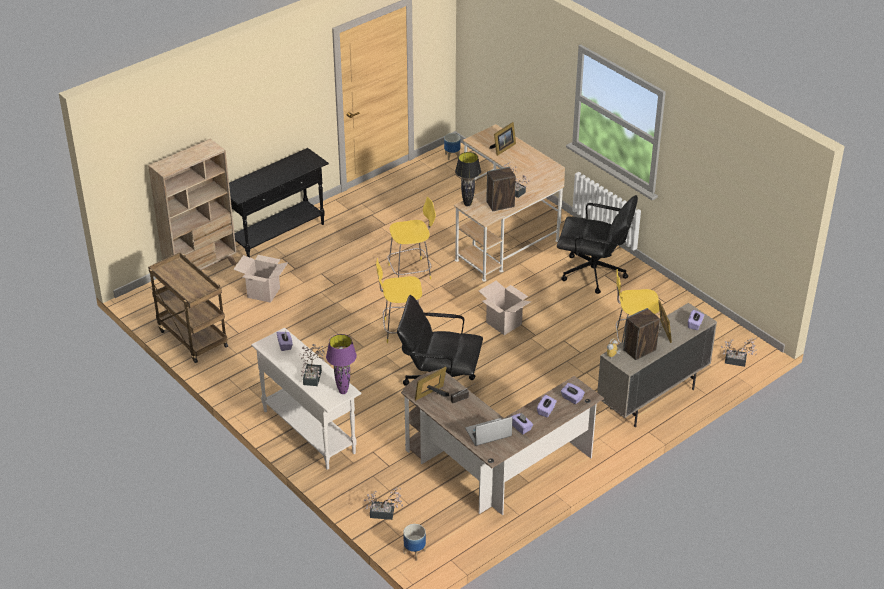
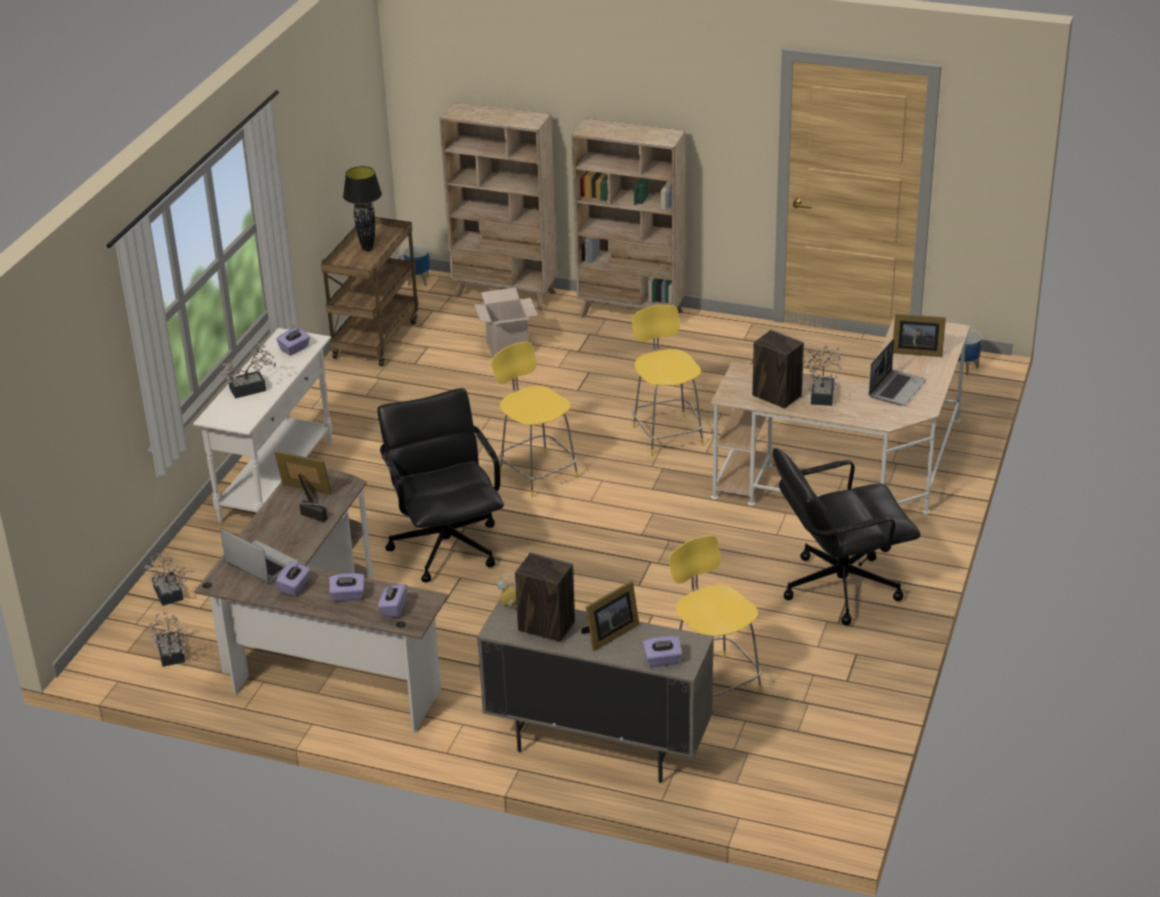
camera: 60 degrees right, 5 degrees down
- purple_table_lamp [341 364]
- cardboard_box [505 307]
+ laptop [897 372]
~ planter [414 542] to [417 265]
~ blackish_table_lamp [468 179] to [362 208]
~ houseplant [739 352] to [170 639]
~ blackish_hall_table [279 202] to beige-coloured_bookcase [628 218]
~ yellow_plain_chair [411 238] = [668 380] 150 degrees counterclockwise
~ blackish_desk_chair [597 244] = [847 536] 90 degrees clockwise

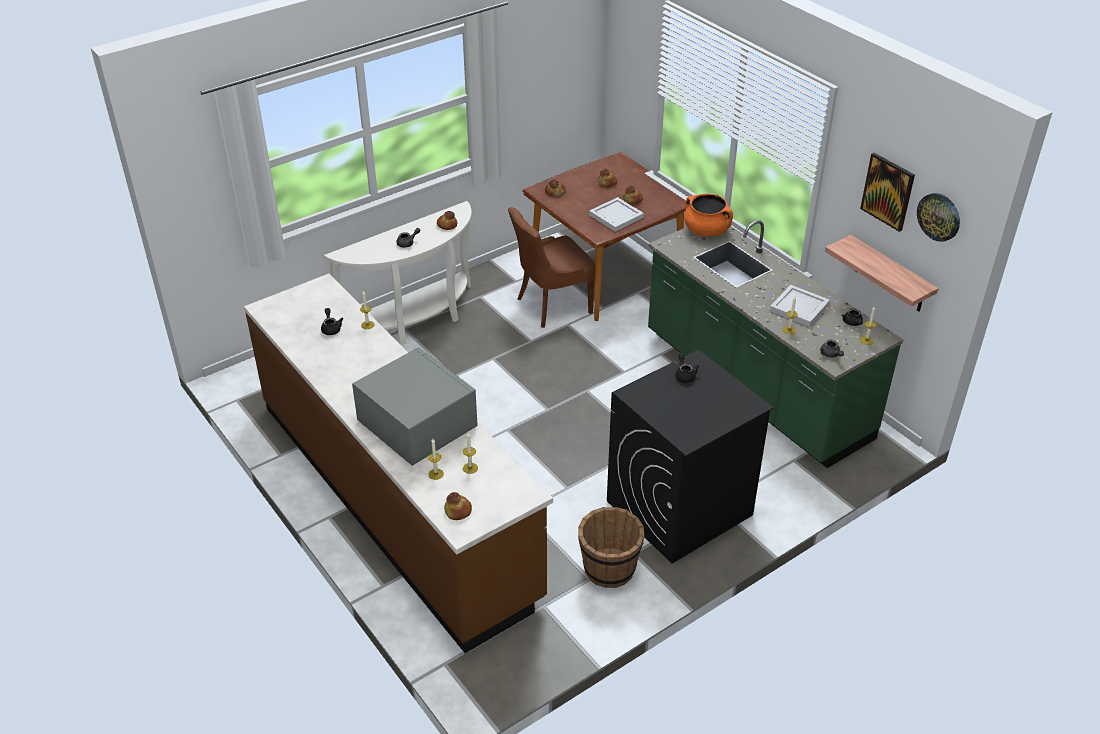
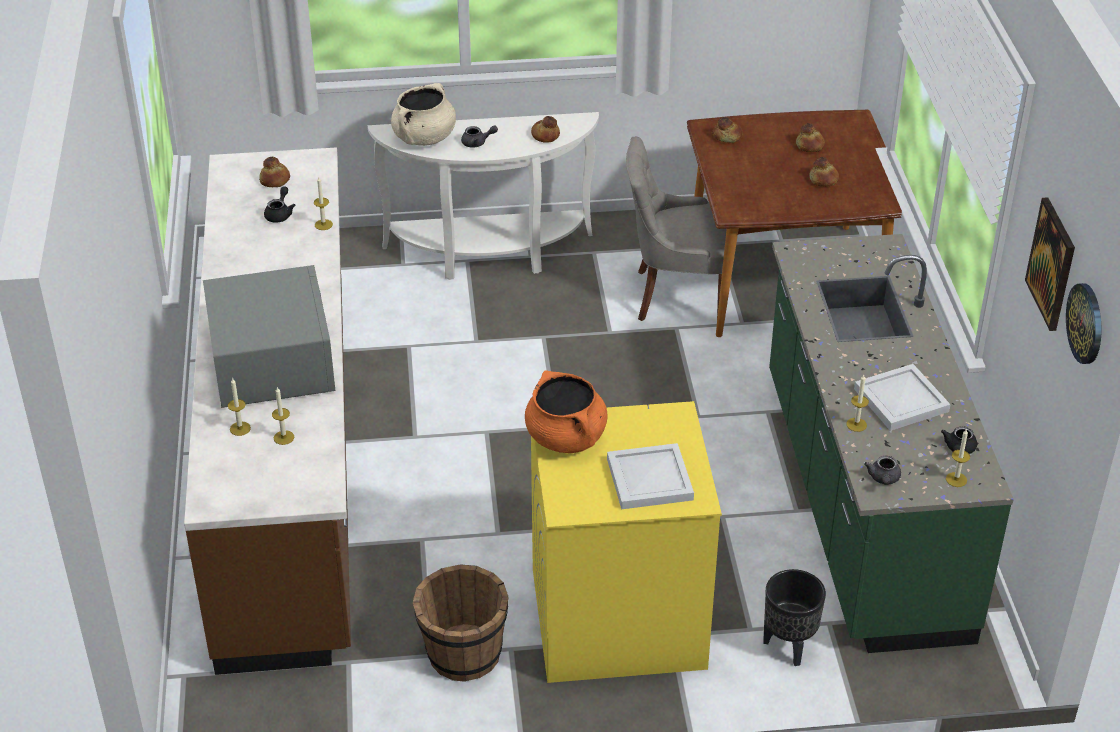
camera: 30 degrees right, 0 degrees up
- blackish_teapot [687 368]
- shelf [882 273]
+ beige-coloured_stockpot [423 114]
+ blackish_planter [794 617]
~ bakery_bread [458 506] to [274 172]
~ whitish_serving_tray [616 214] to [650 476]
~ orange_stockpot [708 215] to [566 411]
~ brown-coloured_plain_chair [551 267] to greyish_plain_chair [676 229]
~ blackish_laundry_appliance [690 456] to yellow_laundry_appliance [626 542]

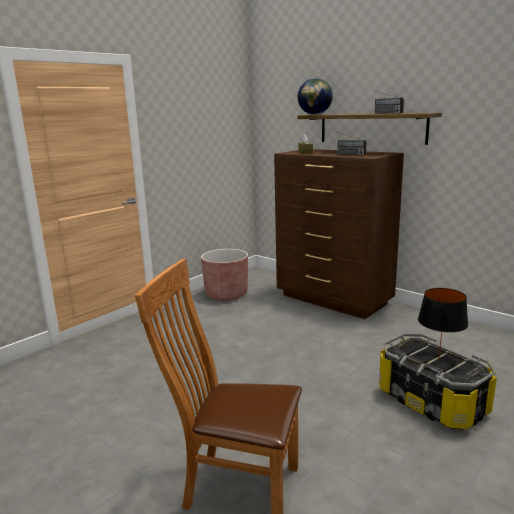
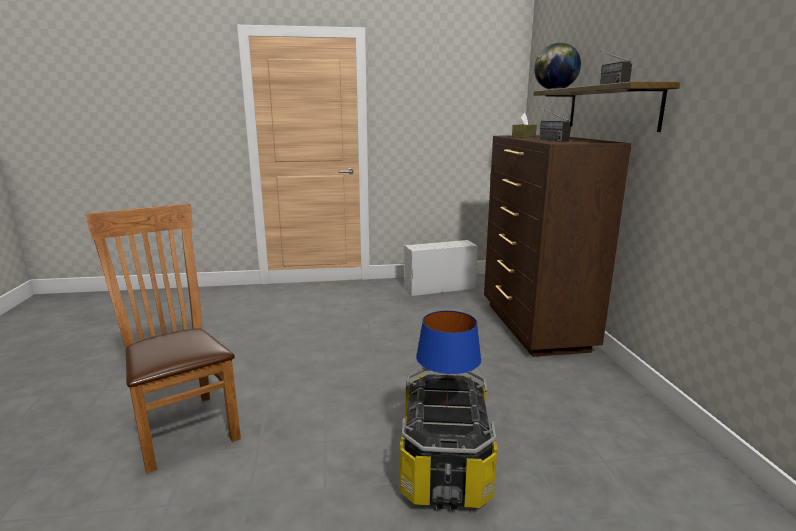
camera: 40 degrees right, 0 degrees up
~ brown-coloured_planter [224 275] to whitish_storage_box [441 268]
~ blackish_table_lamp [443 323] to blue-coloured_table_lamp [448 360]

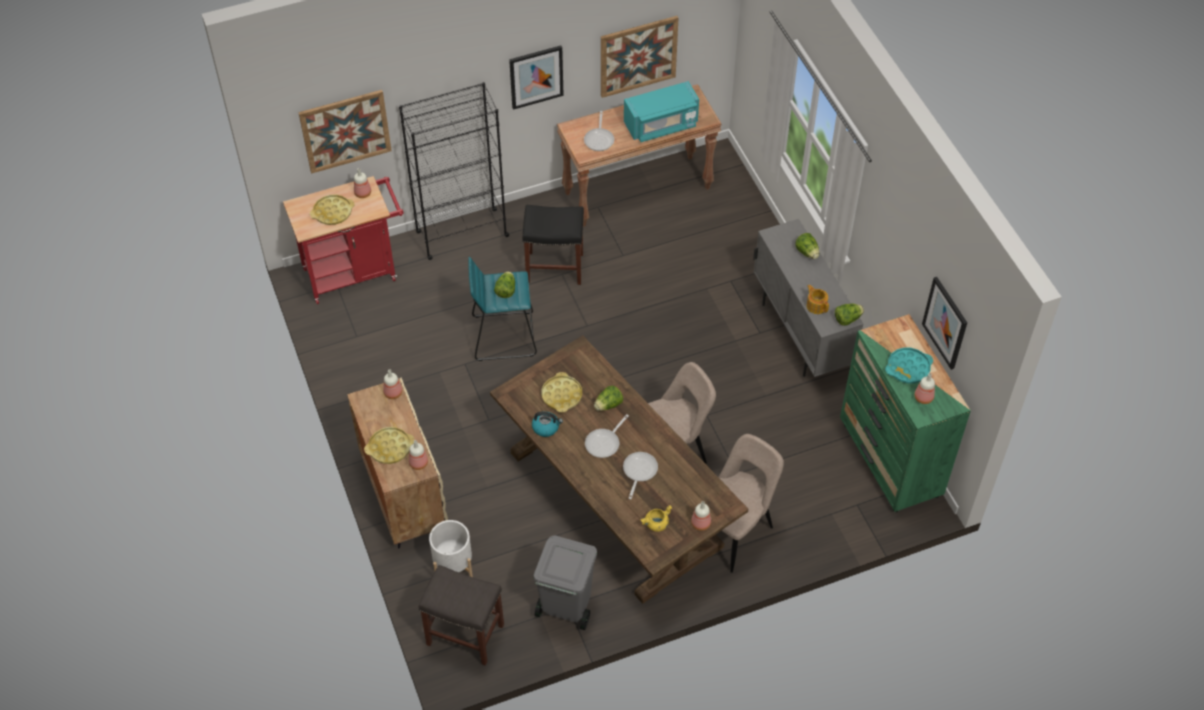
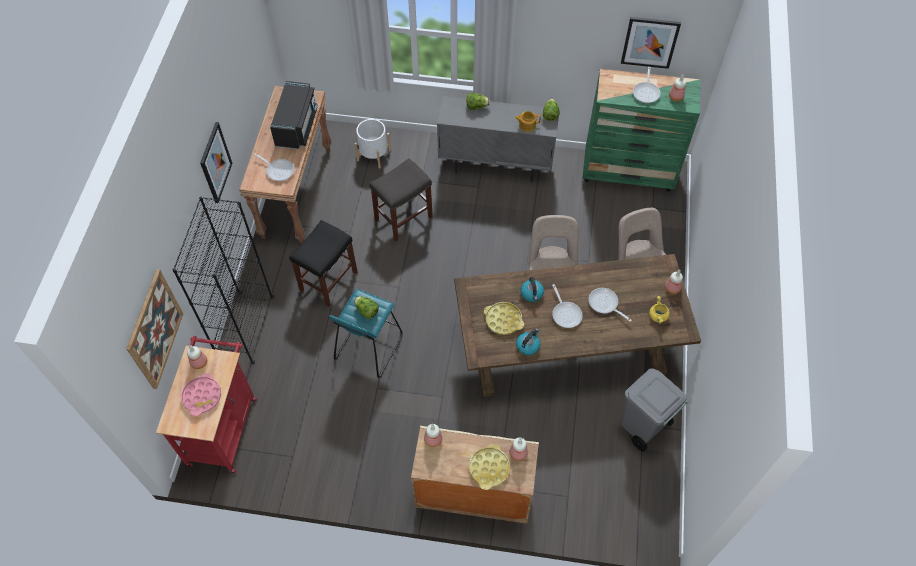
camera: 60 degrees left, 5 degrees up
- wall_picture [639 57]
~ greyish_stool [461 615] to [401 200]
~ whitish_planter [451 548] to [373 144]
~ lettuce_head [608 398] to water_kettle [532 289]
~ turquoise_serving_tray [909 365] to skillet [647 85]
~ yellow_serving_tray [332 209] to pink_serving_tray [201 394]
~ turquoise_kitchen_microwave [661 111] to blackish_kitchen_microwave [294 115]

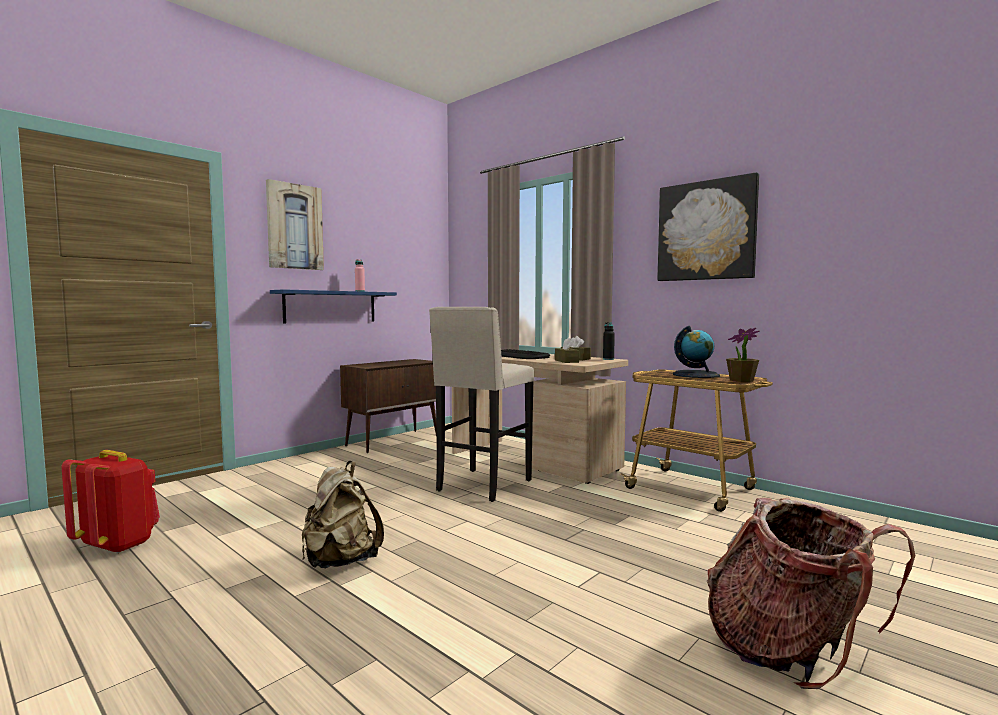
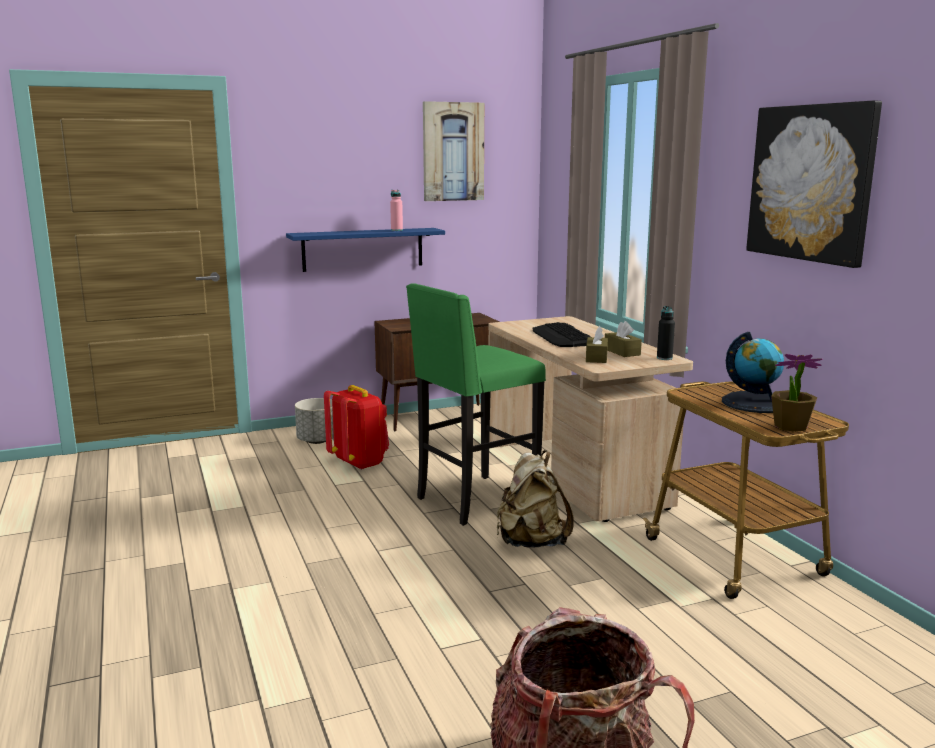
camera: 25 degrees right, 10 degrees up
+ greyish_planter [314 421]
~ red-coloured_backpack [111 502] to [356 427]
~ wall_picture [295 224] to [453 151]
~ beige-coloured_backpack [343 514] to [535 499]
~ beige-coloured_stool [481 404] to greenish_stool [476 404]

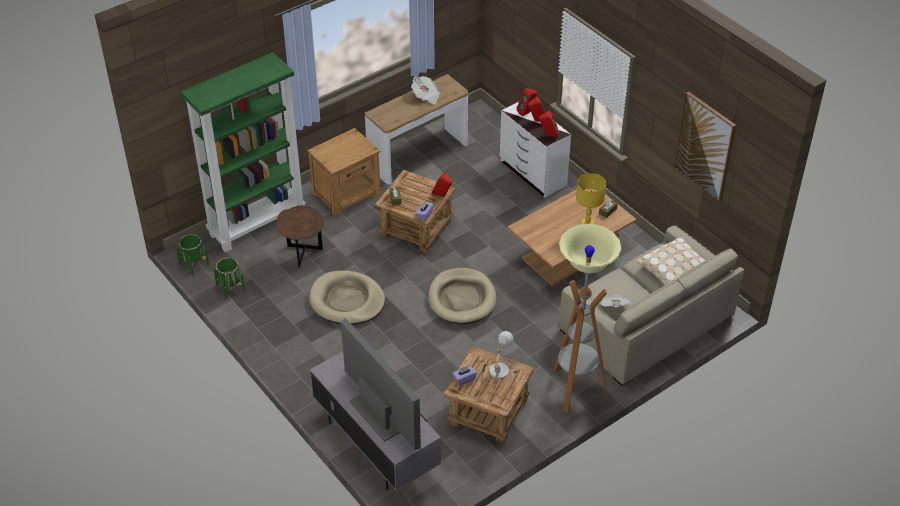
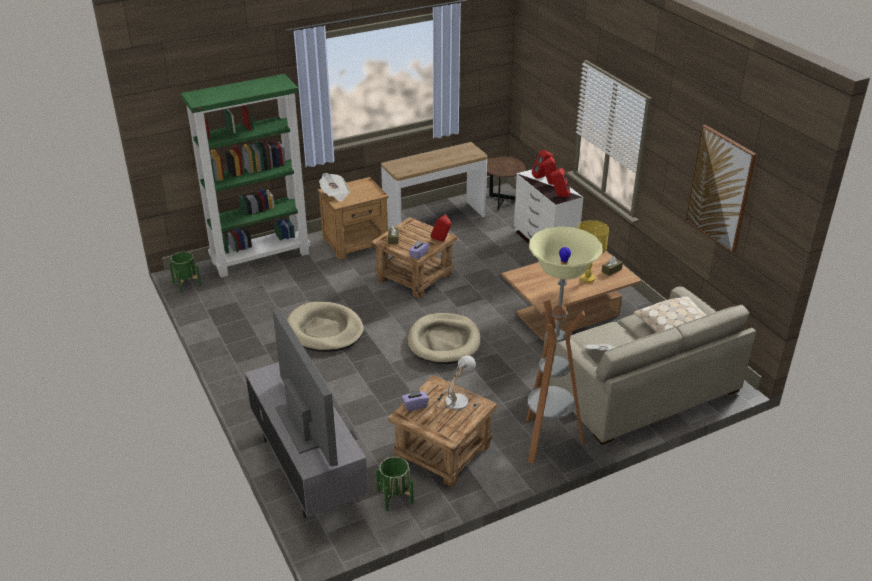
camera: 10 degrees right, 10 degrees down
~ greenish_planter [229 278] to [394 484]
~ brown-coloured_accent_table [300 236] to [506 183]
~ daily_paper [426 90] to [335 187]

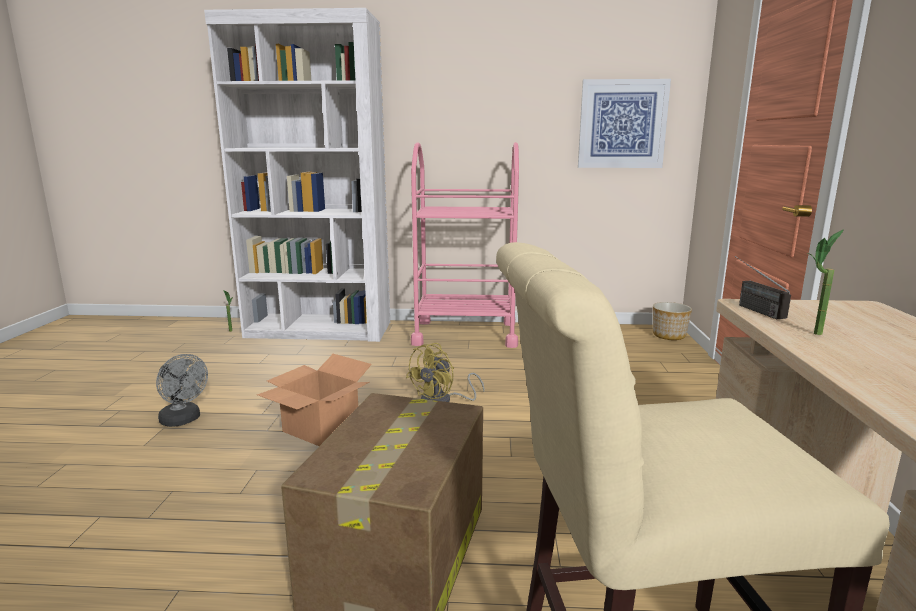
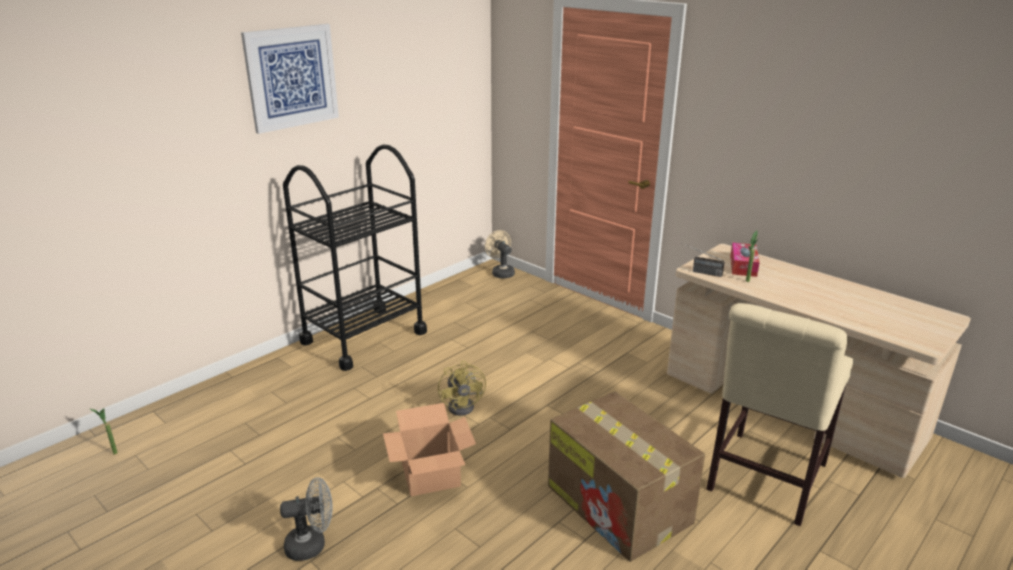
camera: 50 degrees left, 10 degrees up
- whitish_bookcase [297 175]
+ tissue_holder [745 260]
~ wall_picture [624 123] to [290 79]
~ planter [672 321] to beige-coloured_cooling_fan [500 254]
~ pink_cart [465 245] to blackish_cart [355 258]

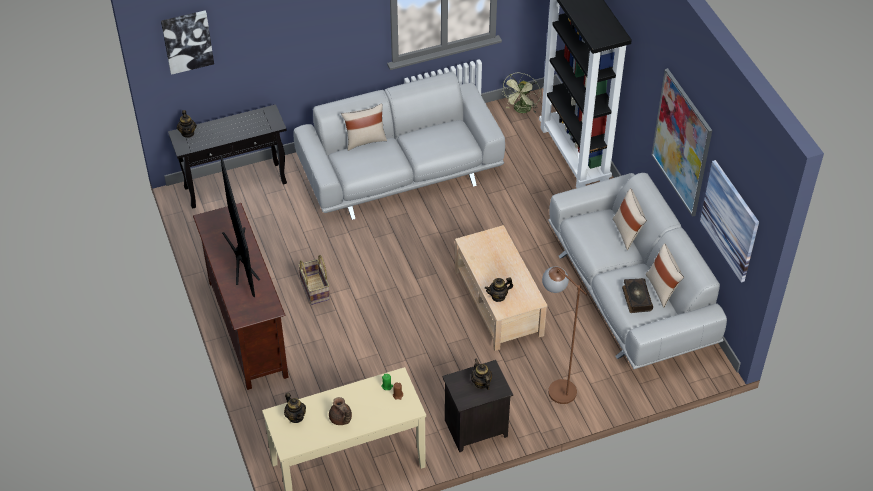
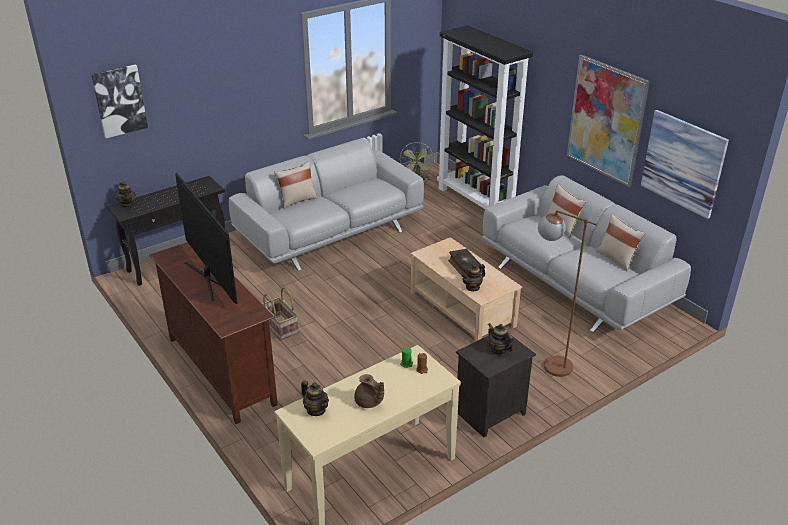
camera: 15 degrees left, 15 degrees down
~ book [637 295] to [465 262]

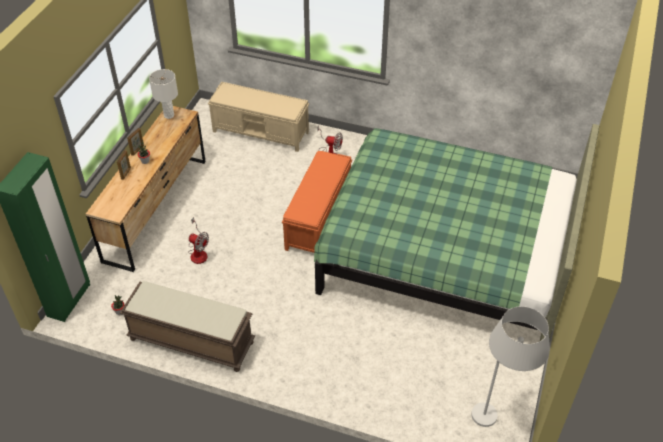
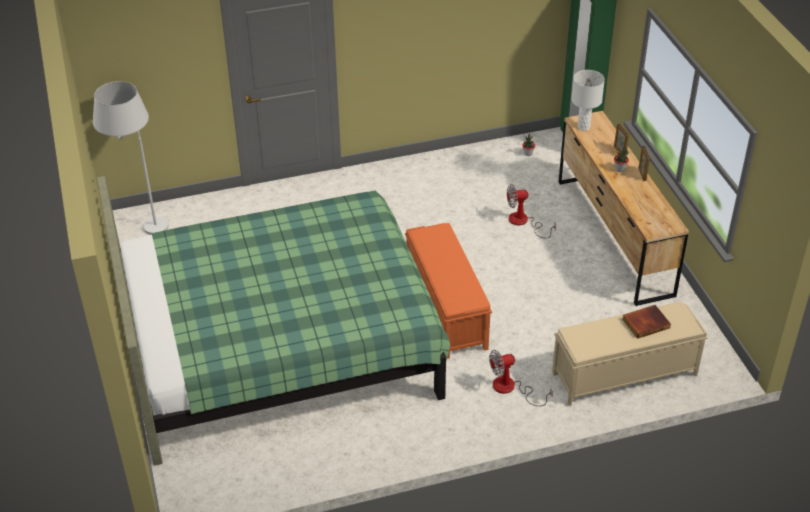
camera: 145 degrees right, 5 degrees down
- brown-coloured_indoor_bench [187 326]
+ book [646 322]
~ whitish_table_lamp [163 94] to [588 100]

